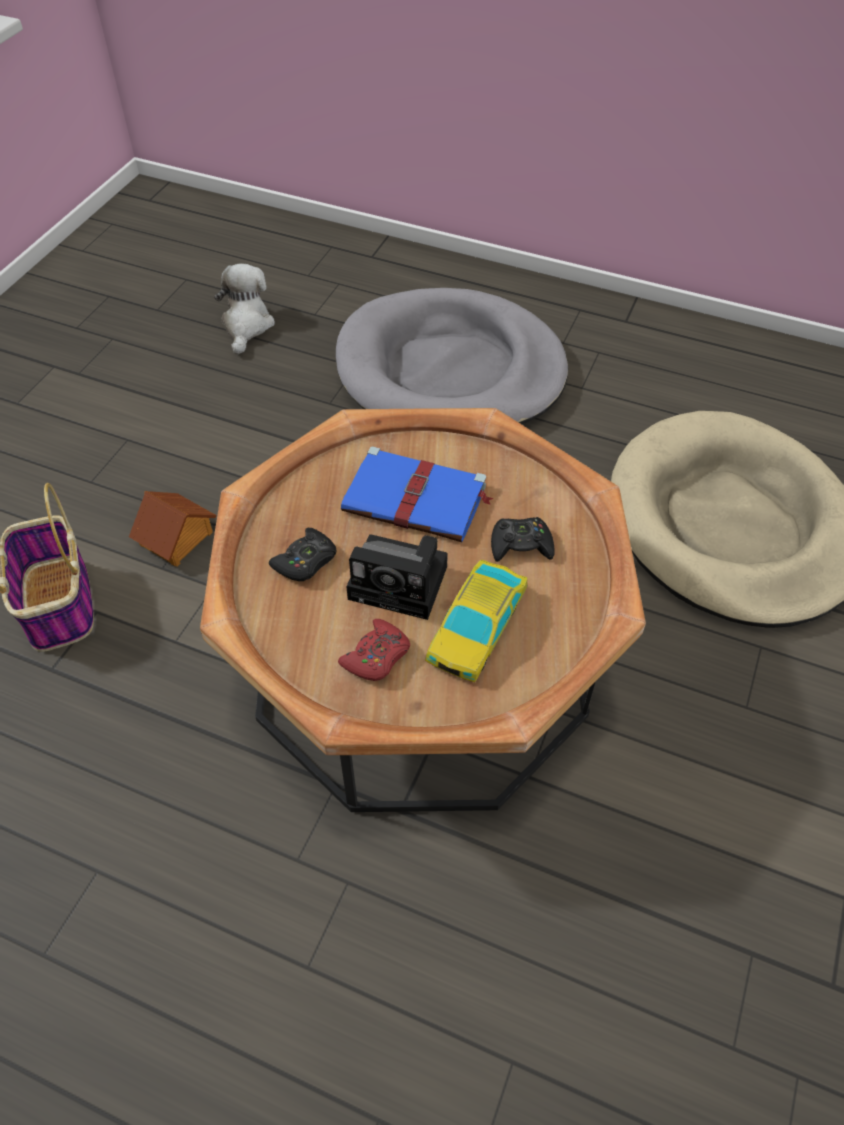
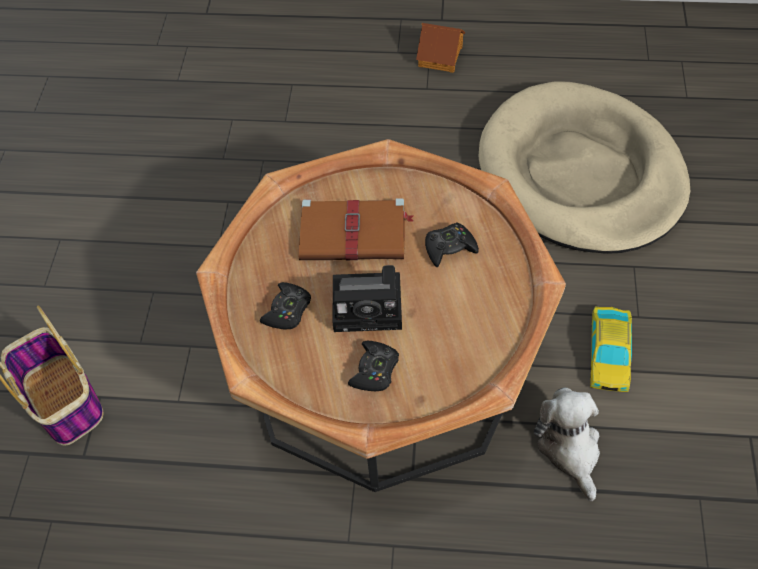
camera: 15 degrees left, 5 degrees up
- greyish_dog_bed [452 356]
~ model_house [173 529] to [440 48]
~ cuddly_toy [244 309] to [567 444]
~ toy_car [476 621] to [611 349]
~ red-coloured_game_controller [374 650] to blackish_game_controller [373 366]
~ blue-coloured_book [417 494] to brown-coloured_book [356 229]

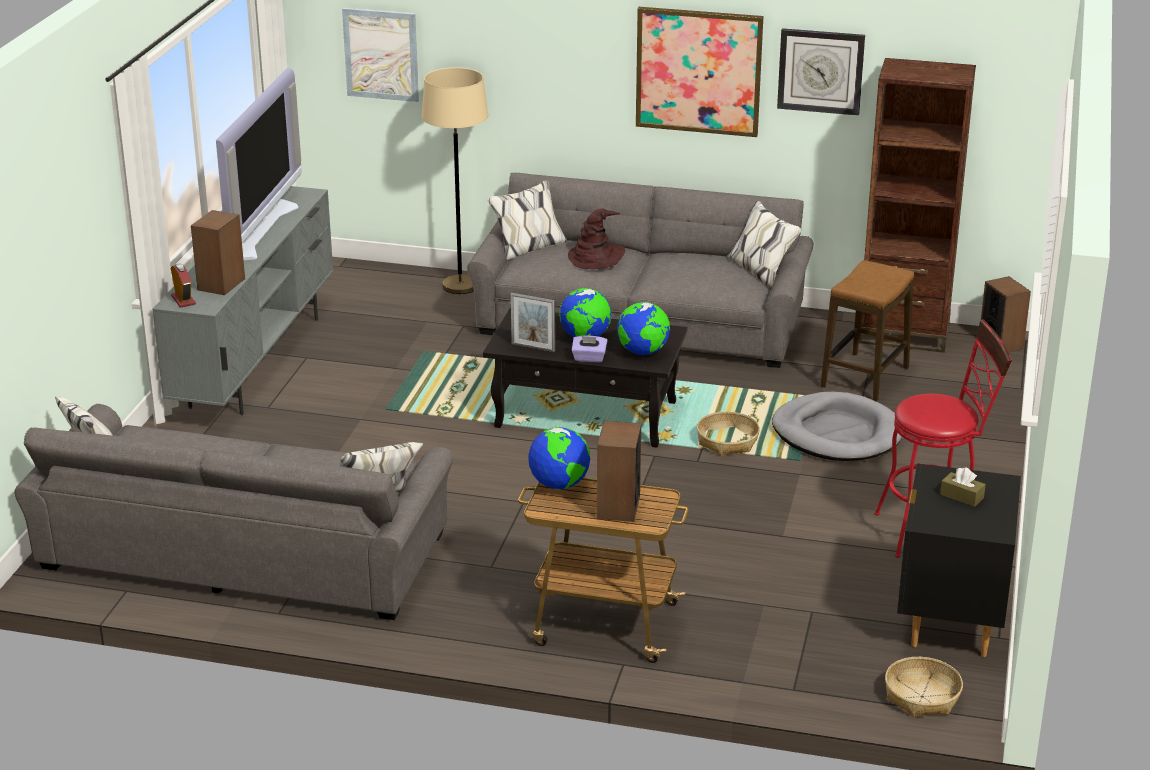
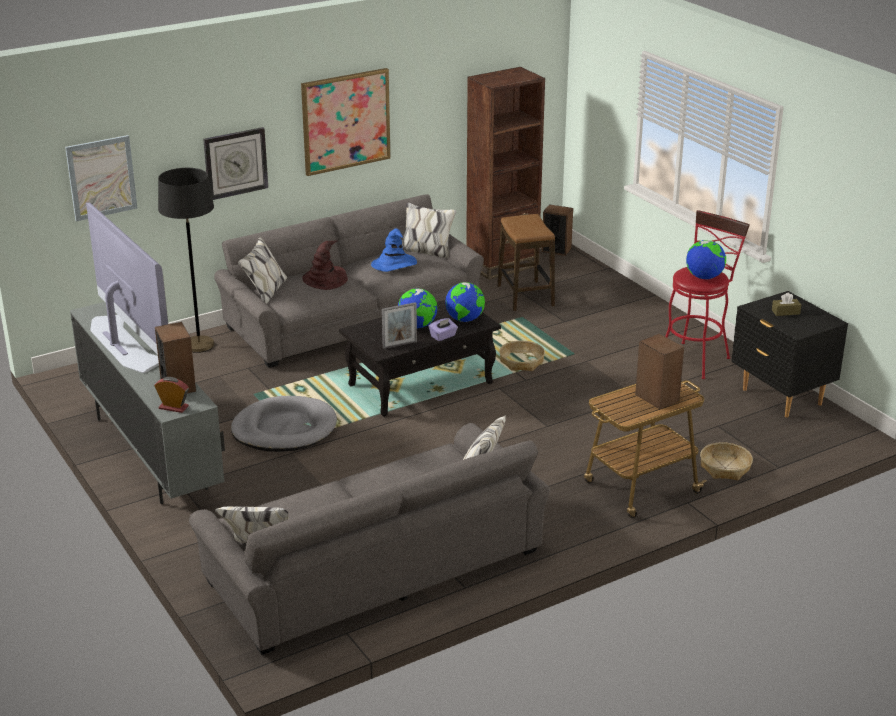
camera: 45 degrees left, 0 degrees up
+ blue-coloured_wearable_hat [394 250]
~ desk_globe [559 458] to [706 259]
~ greyish_dog_bed [837 426] to [284 424]
~ clock_on_the_wall [821 72] to [235 163]
~ basket [924 687] to [726 461]
~ beige-coloured_floor_lamp [455 180] to blackish_floor_lamp [186 260]

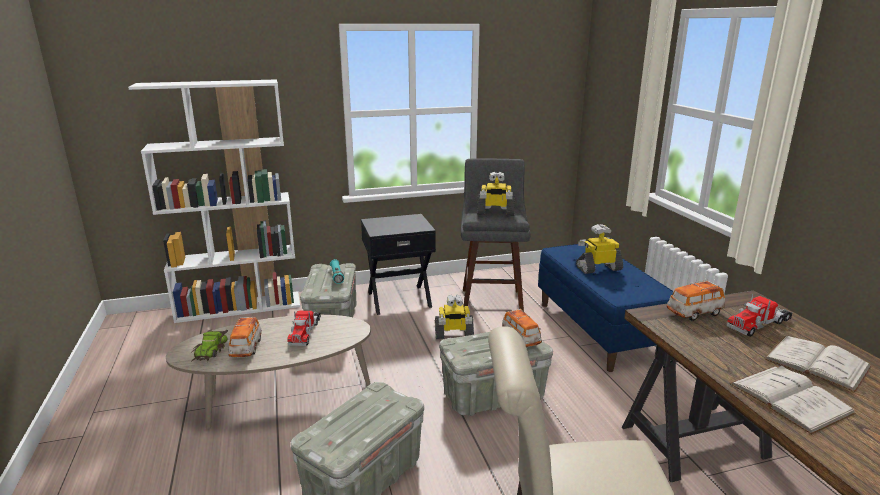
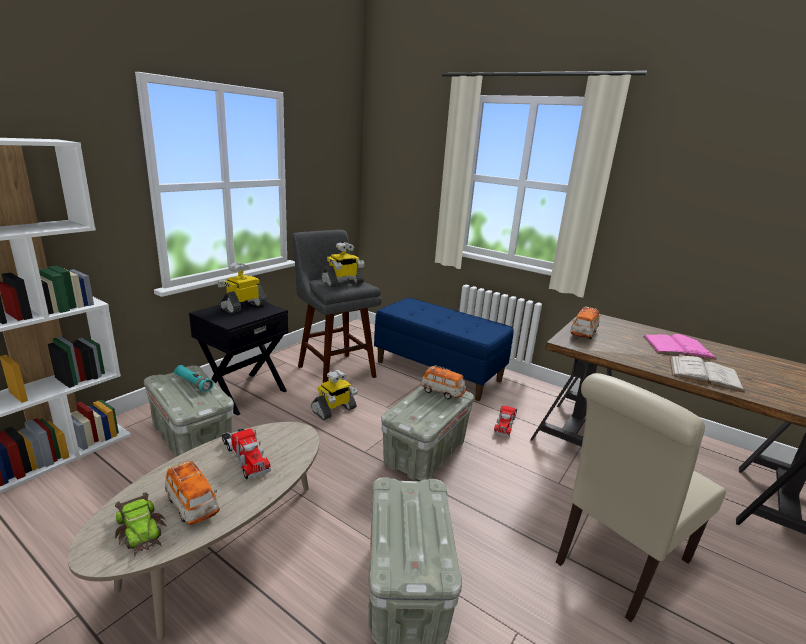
camera: 40 degrees left, 0 degrees up
~ toy_robot [599 249] to [242 287]
~ toy_truck [760 315] to [505 421]
~ whitish_book [818 364] to pink_book [680 347]

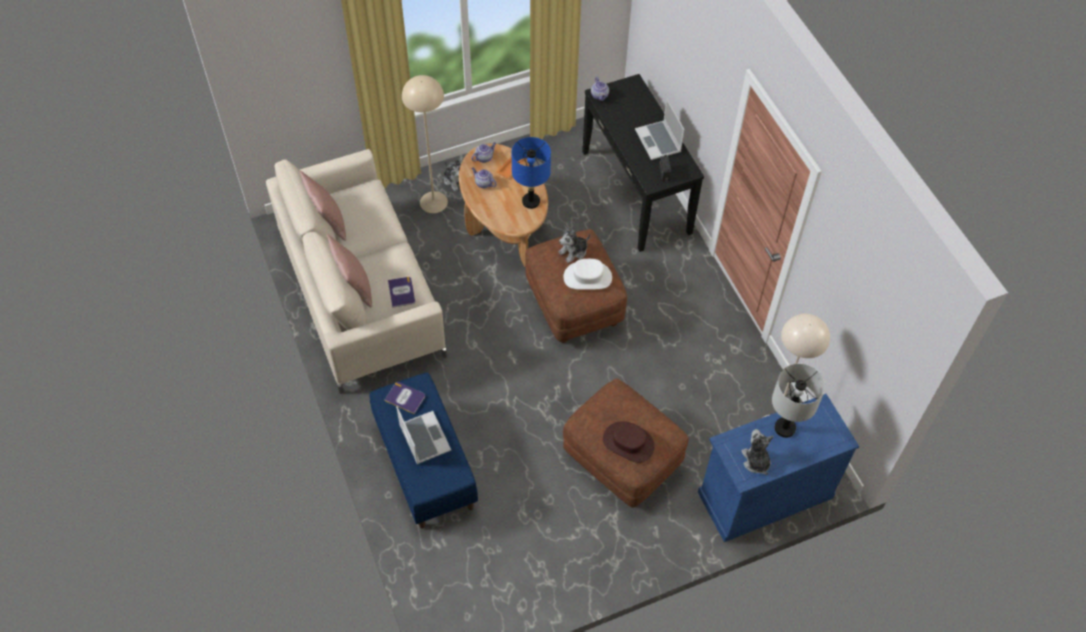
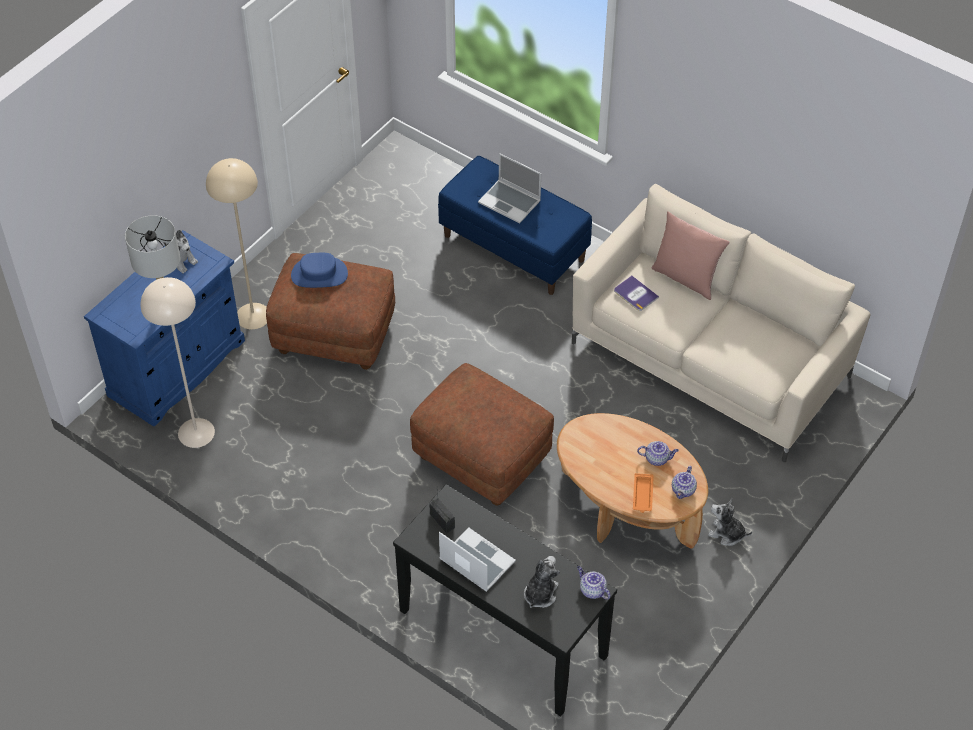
camera: 150 degrees right, 5 degrees down
- pink_cushion [322 206]
- book [404 398]
- blue-coloured_table_lamp [531 173]
- whitish_wearable_hat [587 274]
~ beige-coloured_floor_lamp [425 144] to [236 243]
~ cuddly_toy [574 244] to [542 582]
~ brown-coloured_wearable_hat [629 442] to blue-coloured_wearable_hat [319 270]

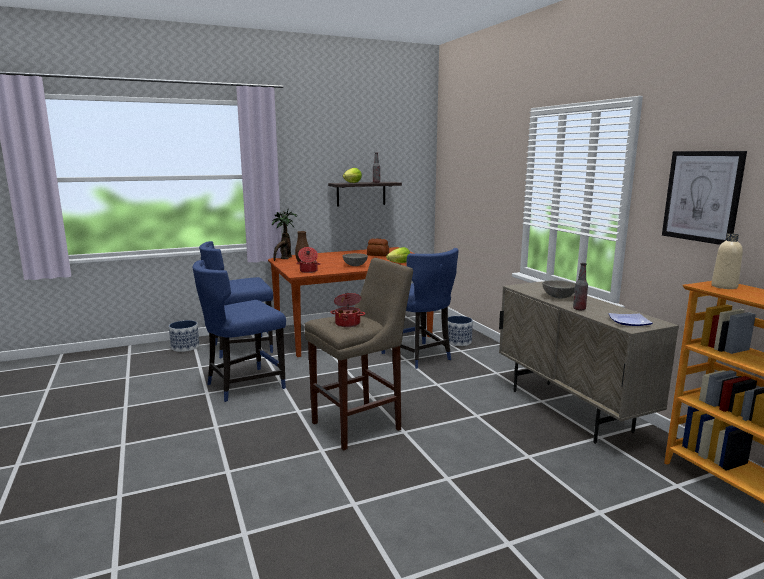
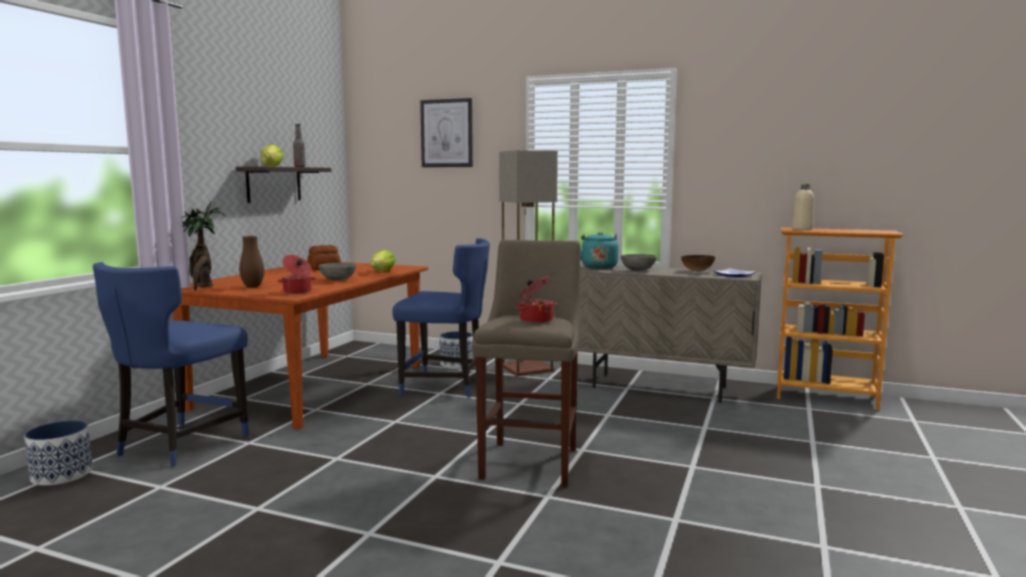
camera: 45 degrees left, 5 degrees down
- blue-coloured_plain_chair [239 331]
- drink_bottle [580 286]
+ floor_lamp [528 263]
+ turquoise_water_kettle [599 250]
+ deep_dish [698 263]
~ wall_picture [704 198] to [446 132]

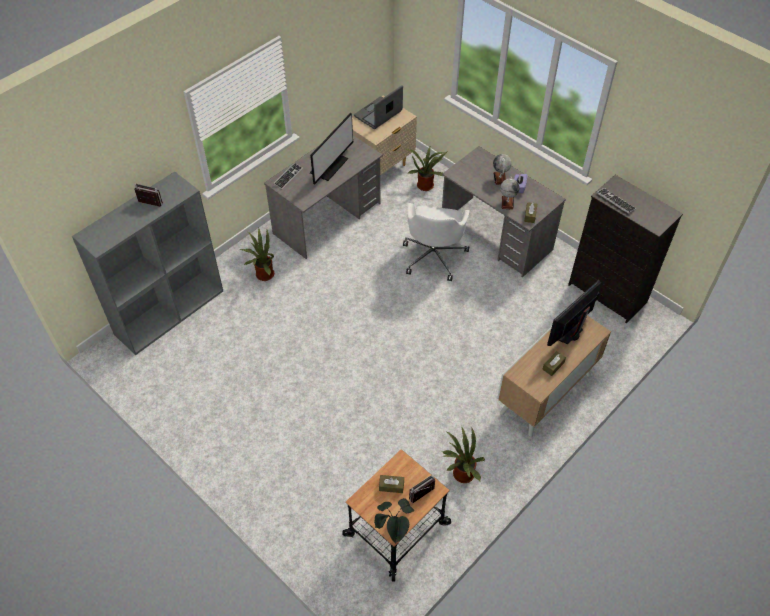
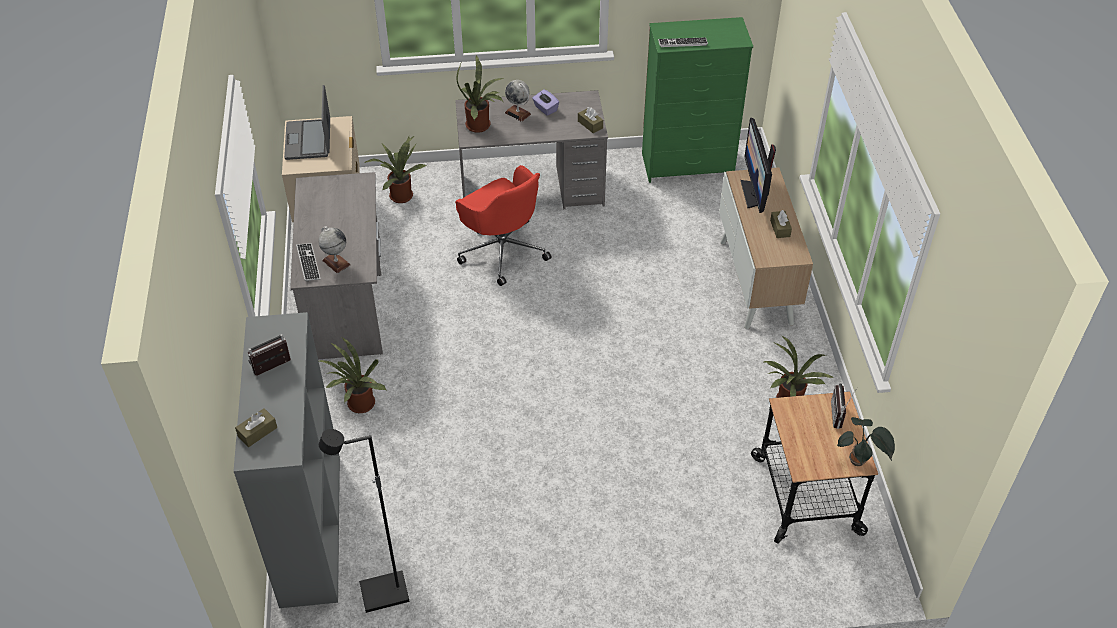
camera: 50 degrees left, 5 degrees down
- computer_display [331 148]
+ blackish_floor_lamp [364 521]
+ houseplant [480 94]
~ brown-coloured_tissue_holder [391 484] to [256 427]
~ desk_globe [510 193] to [334 250]
~ whitish_desk_chair [436 242] to red-coloured_desk_chair [503 225]
~ blackish_dresser [625 249] to greenish_dresser [697 100]

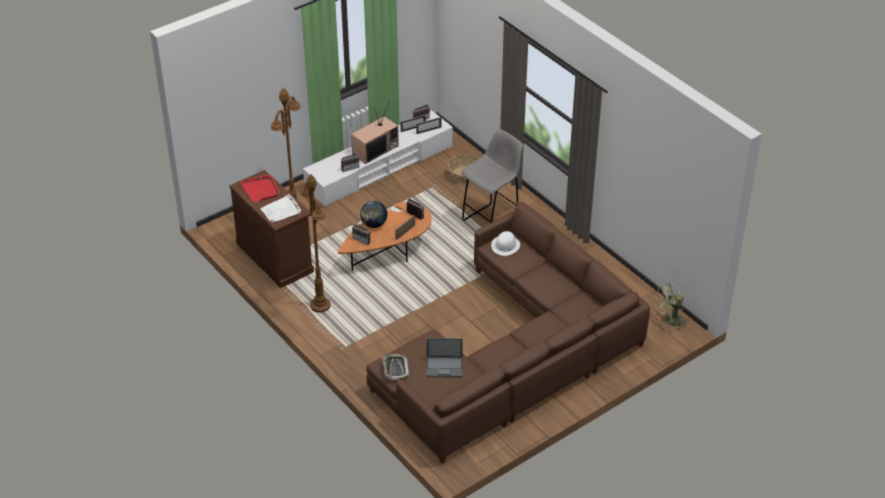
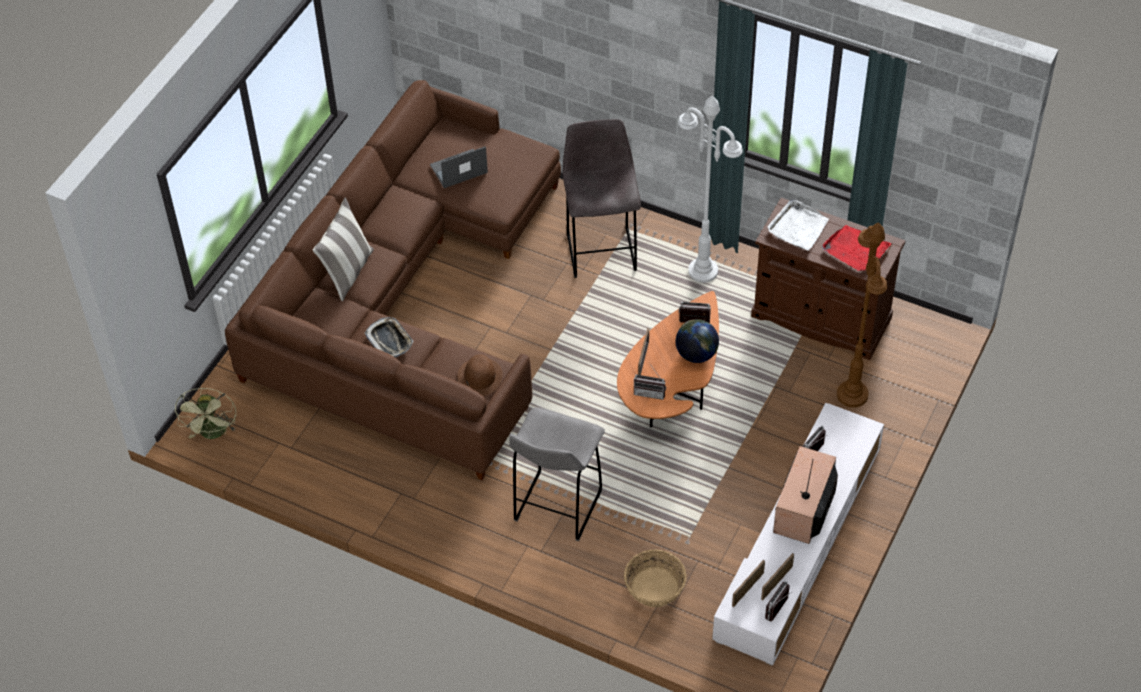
camera: 155 degrees right, 10 degrees up
+ cushion [343 249]
+ greyish_stool [602 198]
~ serving_tray [395 367] to [389 337]
~ brown-coloured_floor_lamp [315 243] to whitish_floor_lamp [710 189]
~ whitish_wearable_hat [505 243] to brown-coloured_wearable_hat [480 375]
~ greenish_cooling_fan [672 306] = [205 413] 135 degrees clockwise

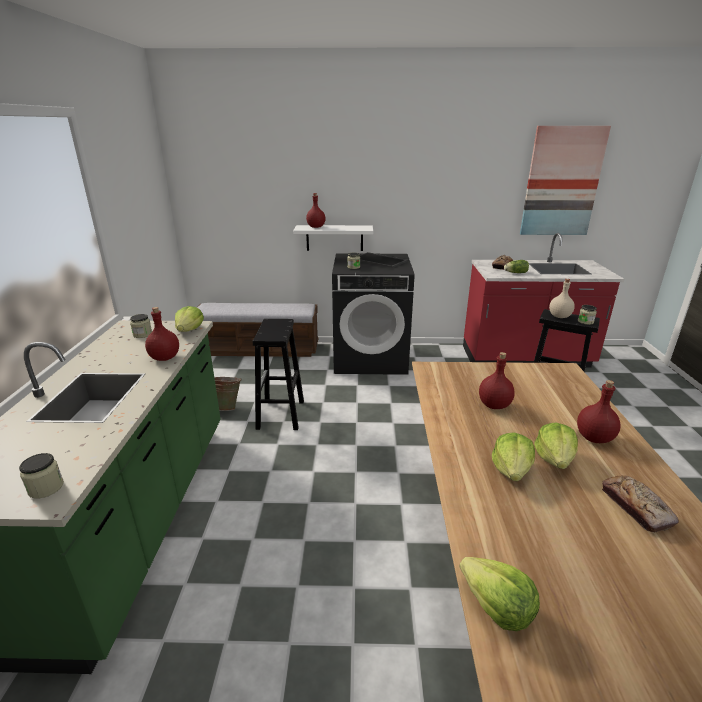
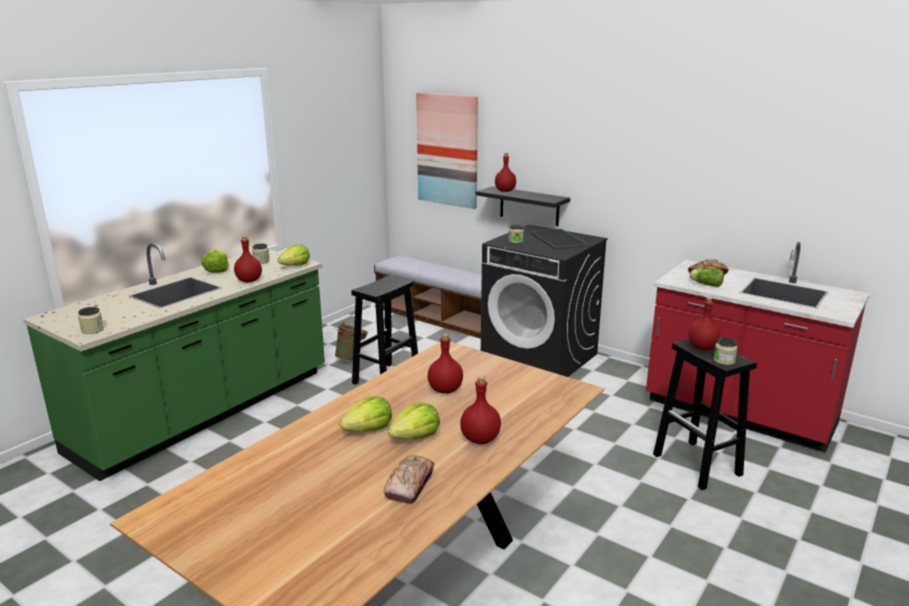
camera: 35 degrees right, 5 degrees down
~ lettuce_head [499 594] to [215 261]
~ wall_picture [565 180] to [447 151]
~ whitish_shelf [333 238] to blackish_shelf [522 206]
~ beige-coloured_drink_bottle [562 298] to red-coloured_drink_bottle [705 323]

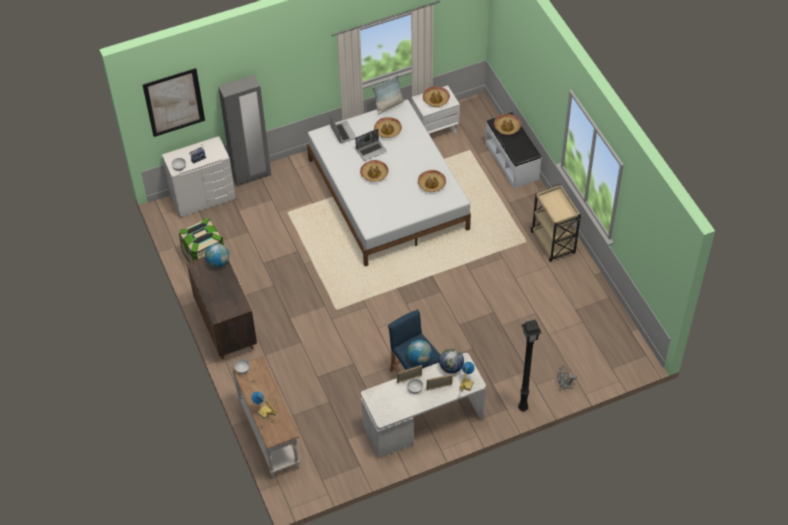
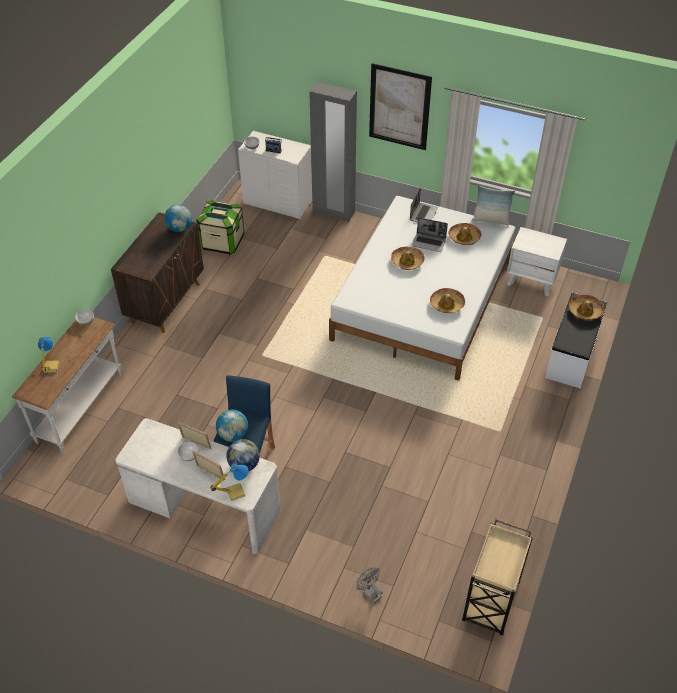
camera: 45 degrees right, 5 degrees down
- wearable_hat [436 96]
- blackish_floor_lamp [530 365]
~ wall_picture [174 102] to [400 106]
~ beige-coloured_cart [555 222] to [497 577]

